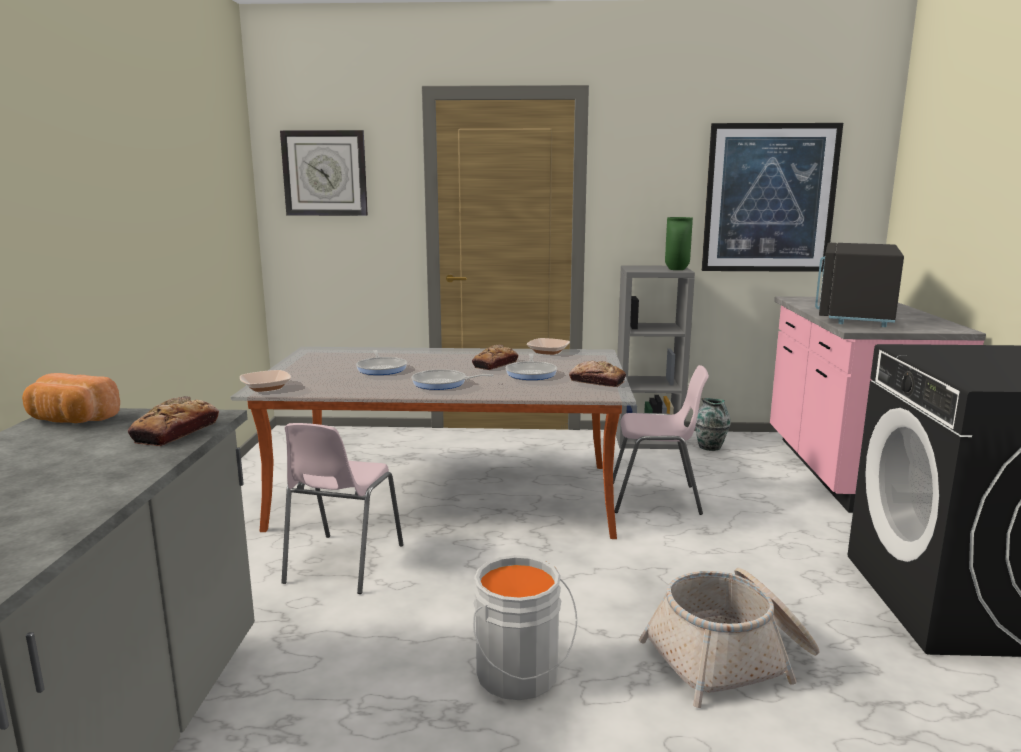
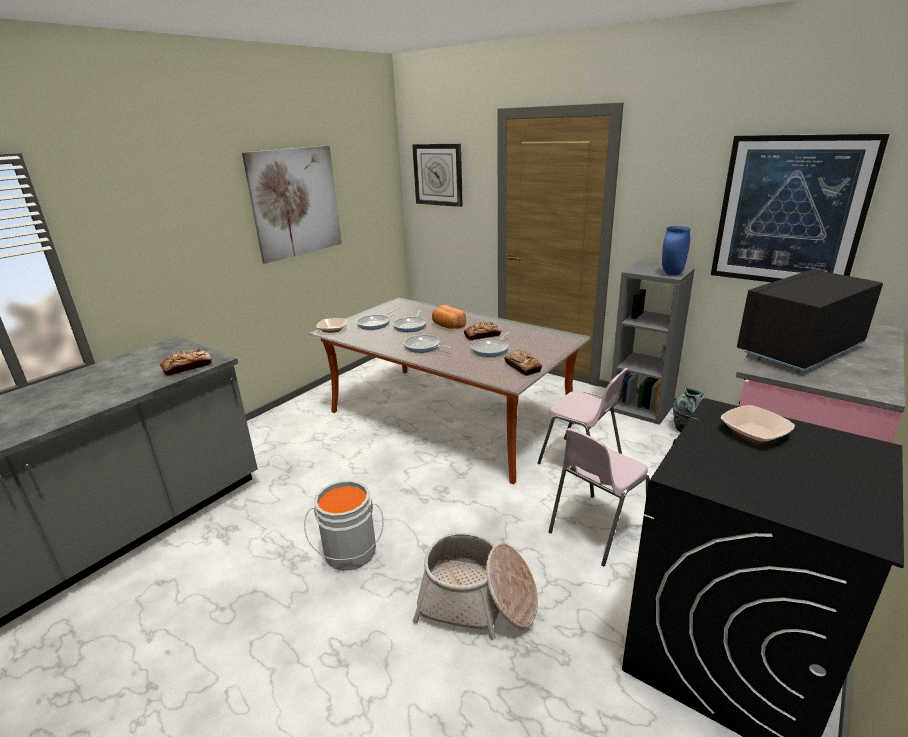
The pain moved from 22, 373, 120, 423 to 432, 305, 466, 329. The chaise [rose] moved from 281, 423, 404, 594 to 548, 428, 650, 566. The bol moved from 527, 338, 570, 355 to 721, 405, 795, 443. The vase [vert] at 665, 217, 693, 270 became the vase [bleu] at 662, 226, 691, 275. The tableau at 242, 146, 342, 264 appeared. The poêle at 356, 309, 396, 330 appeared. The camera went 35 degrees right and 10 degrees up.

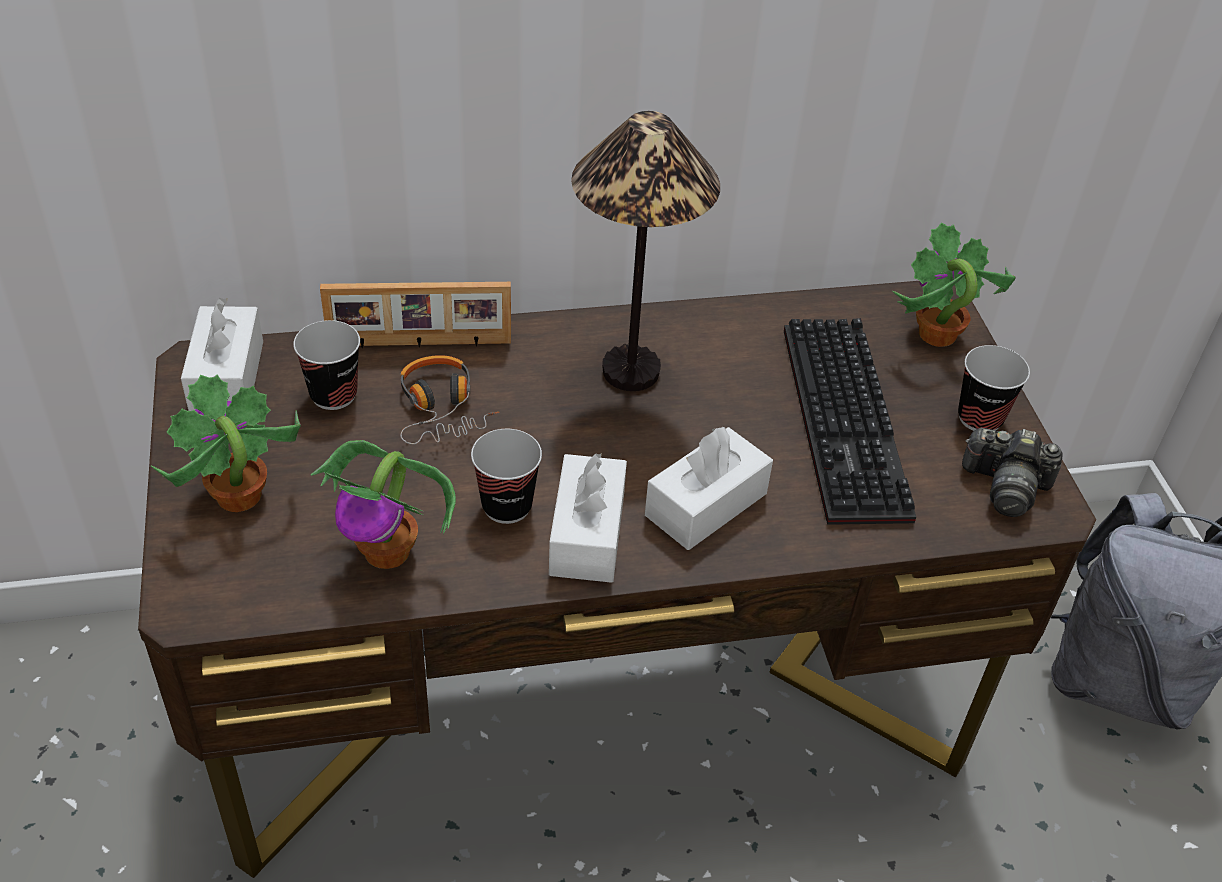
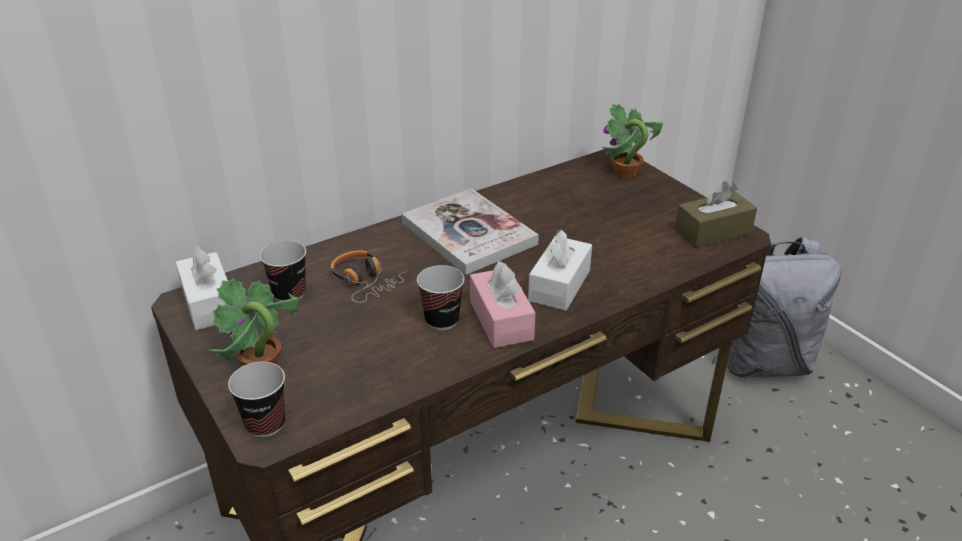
The plante en pot at 310, 440, 456, 569 disappeared. The cadre photo at 320, 282, 511, 348 disappeared. The boîte à mouchoirs [blanc] at 549, 453, 627, 583 became the boîte à mouchoirs [rose] at 470, 261, 536, 348. The lampe de table at 571, 111, 720, 391 was replaced by the livre at 402, 188, 539, 275. The clavier at 784, 318, 916, 525 disappeared. The tasse moved from 958, 345, 1030, 431 to 228, 362, 285, 437. The appareil photo at 962, 428, 1063, 517 was replaced by the boîte à mouchoirs [marron] at 675, 181, 757, 248. The camera went 20 degrees left and 10 degrees down.

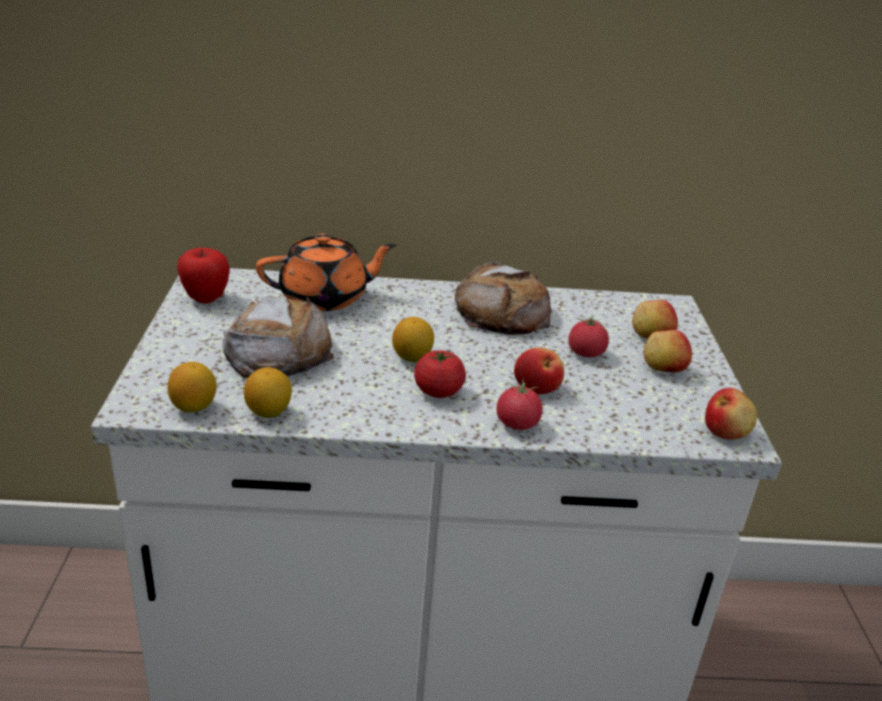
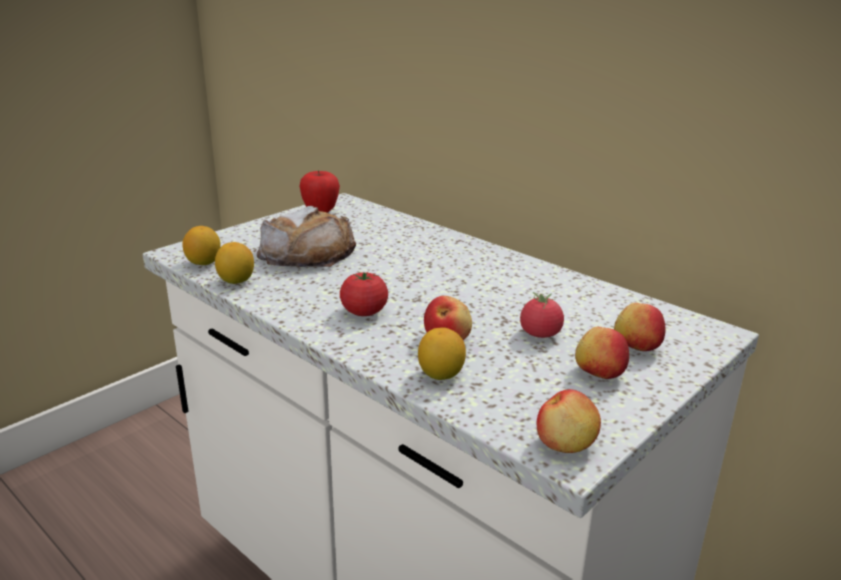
The théière [orange] at 256, 234, 396, 311 disappeared. The citron moved from 392, 317, 434, 362 to 418, 327, 466, 380. The pain at 454, 261, 551, 335 disappeared. The tomate at 497, 378, 542, 430 disappeared. The camera went 45 degrees right and 5 degrees down.

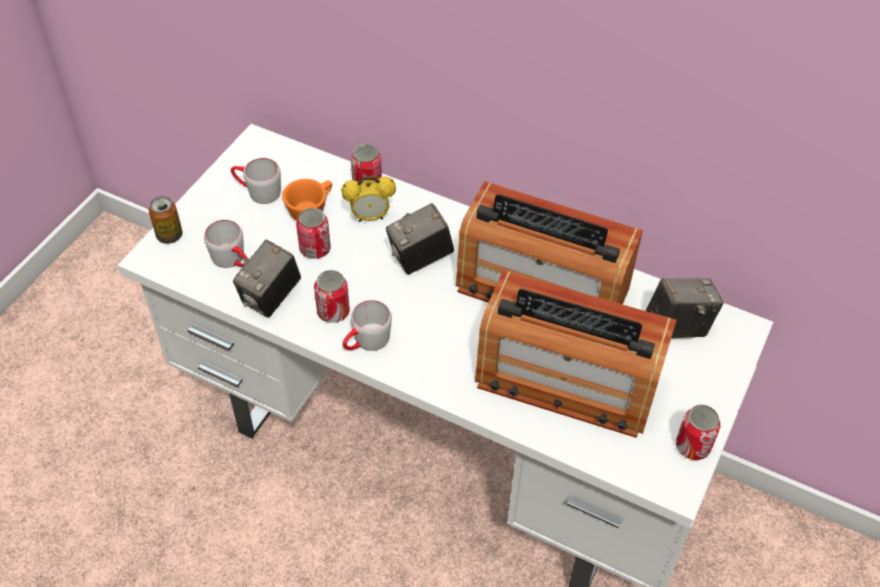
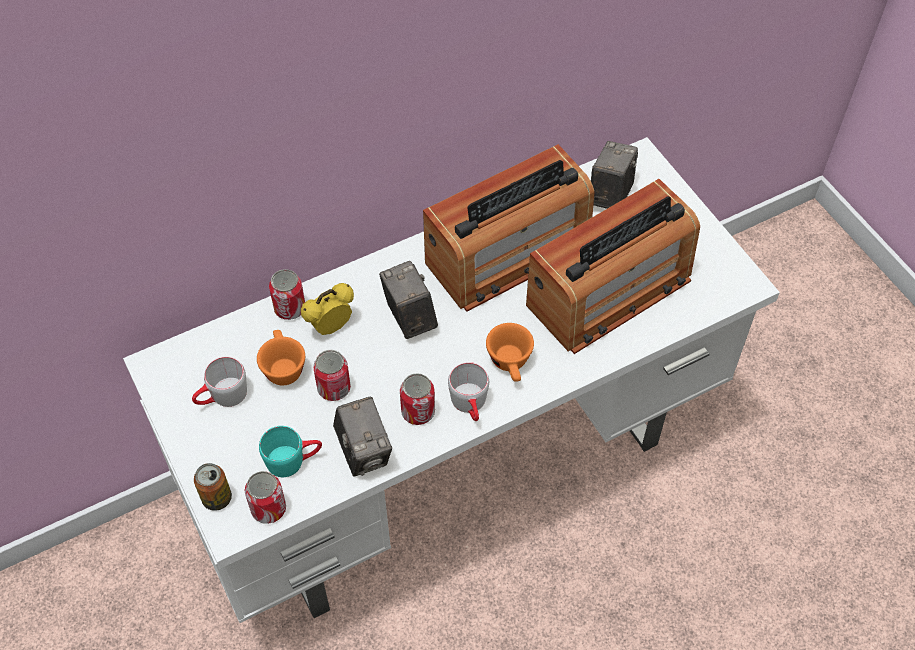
The mug [gris] at 204, 219, 247, 268 became the mug [turquoise] at 259, 426, 322, 477. The réveil at 341, 176, 396, 222 turned 150 degrees counterclockwise. The appareil photo at 386, 203, 454, 275 turned 150 degrees clockwise. The boîte métallique moved from 676, 405, 720, 460 to 245, 471, 286, 524. The tasse [orange] at 486, 323, 534, 382 appeared. The camera went 55 degrees left and 5 degrees up.

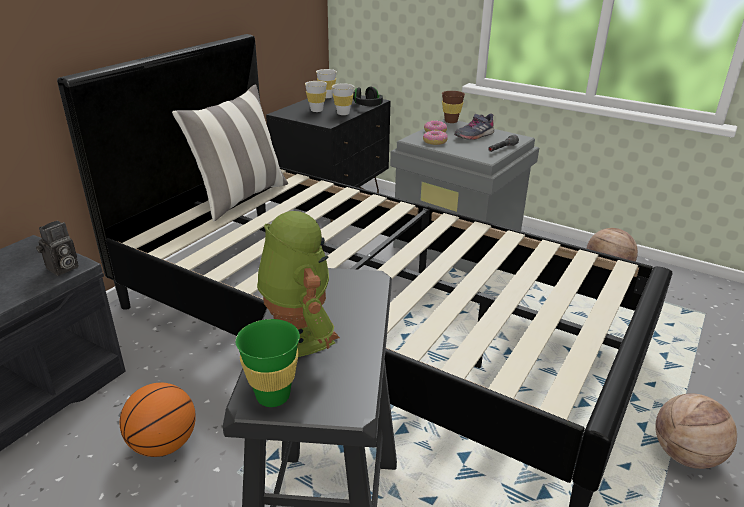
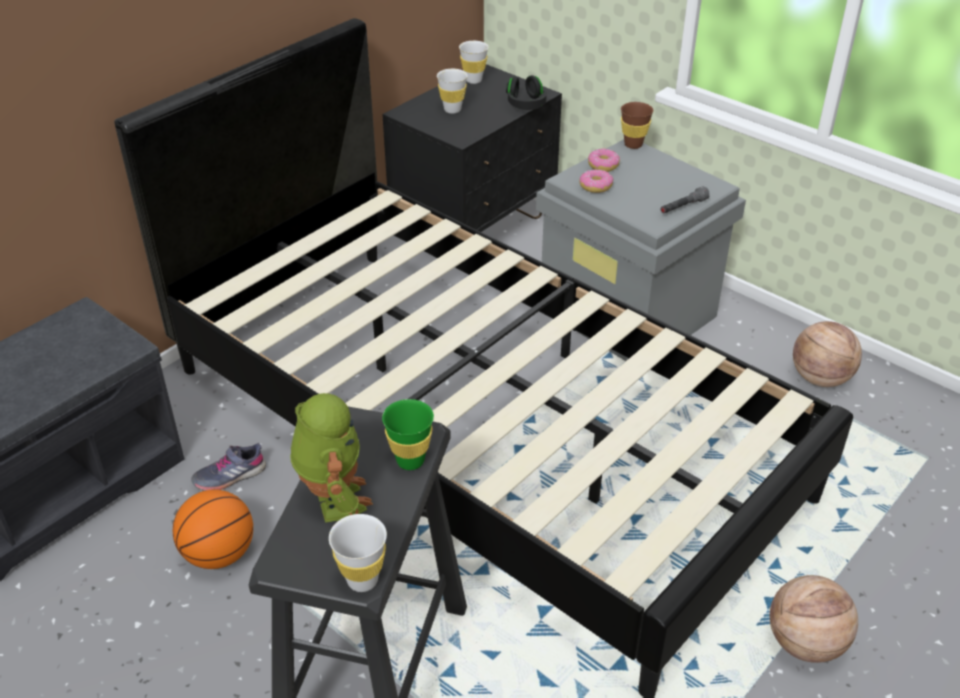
The appareil photo at 36, 221, 79, 276 disappeared. The coussin at 172, 84, 288, 221 disappeared. The tasse [vert] moved from 235, 319, 300, 407 to 382, 399, 434, 470. The tasse [blanc] moved from 332, 83, 354, 115 to 329, 514, 387, 592. The chaussure [gris] moved from 454, 114, 494, 140 to 191, 443, 266, 491. The camera went 10 degrees right and 10 degrees up.

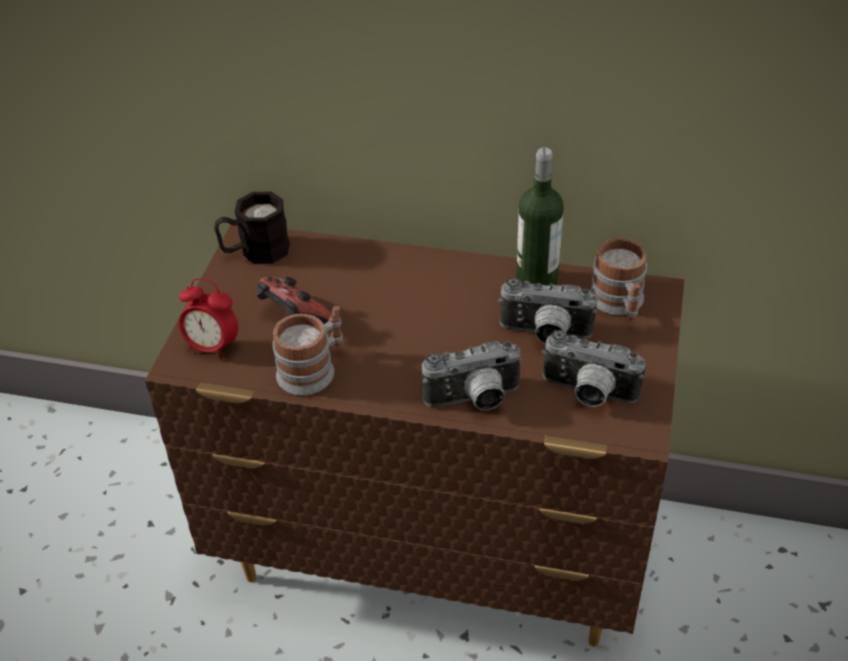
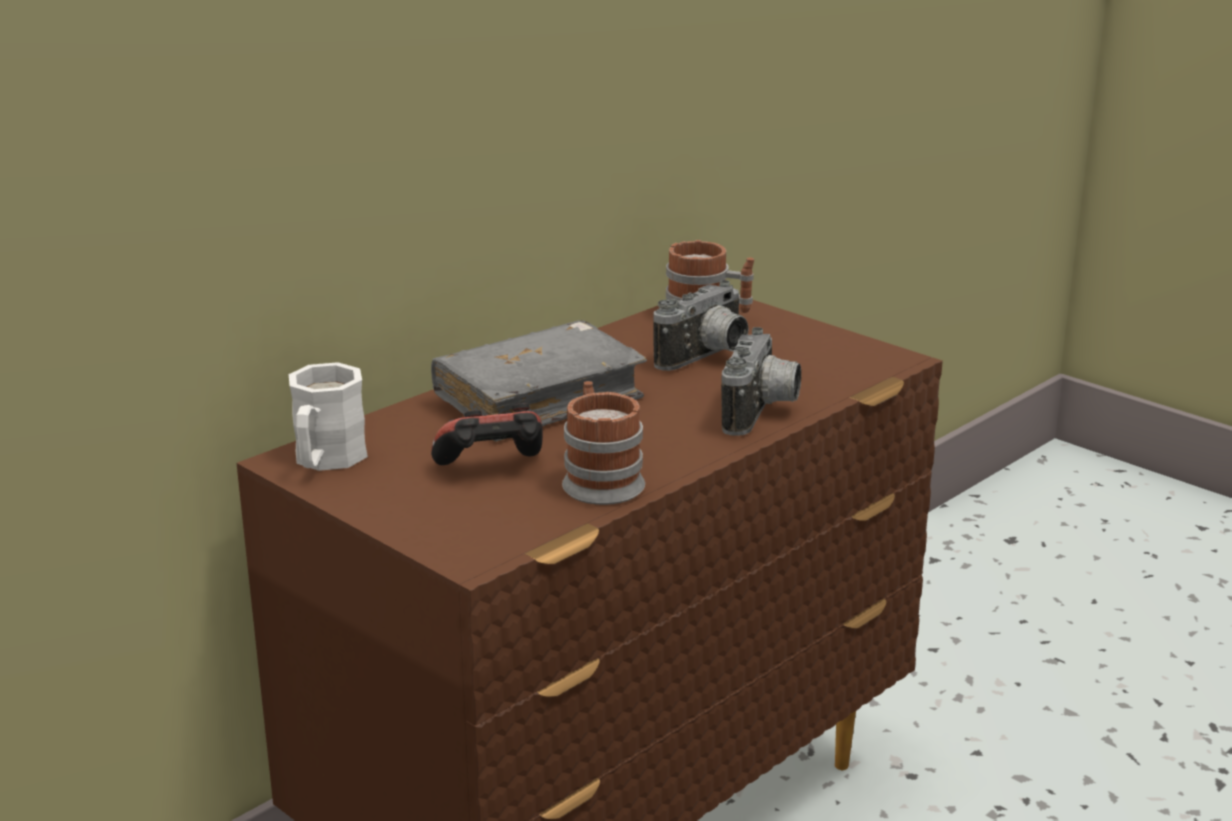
The réveil at 179, 278, 238, 360 disappeared. The mug [noir] at 214, 192, 290, 264 became the mug [blanc] at 289, 362, 368, 471. The bouteille at 516, 147, 564, 286 disappeared. The appareil photo at 542, 330, 646, 407 disappeared. The livre [gris] at 431, 320, 647, 442 appeared. The camera went 60 degrees left and 20 degrees down.

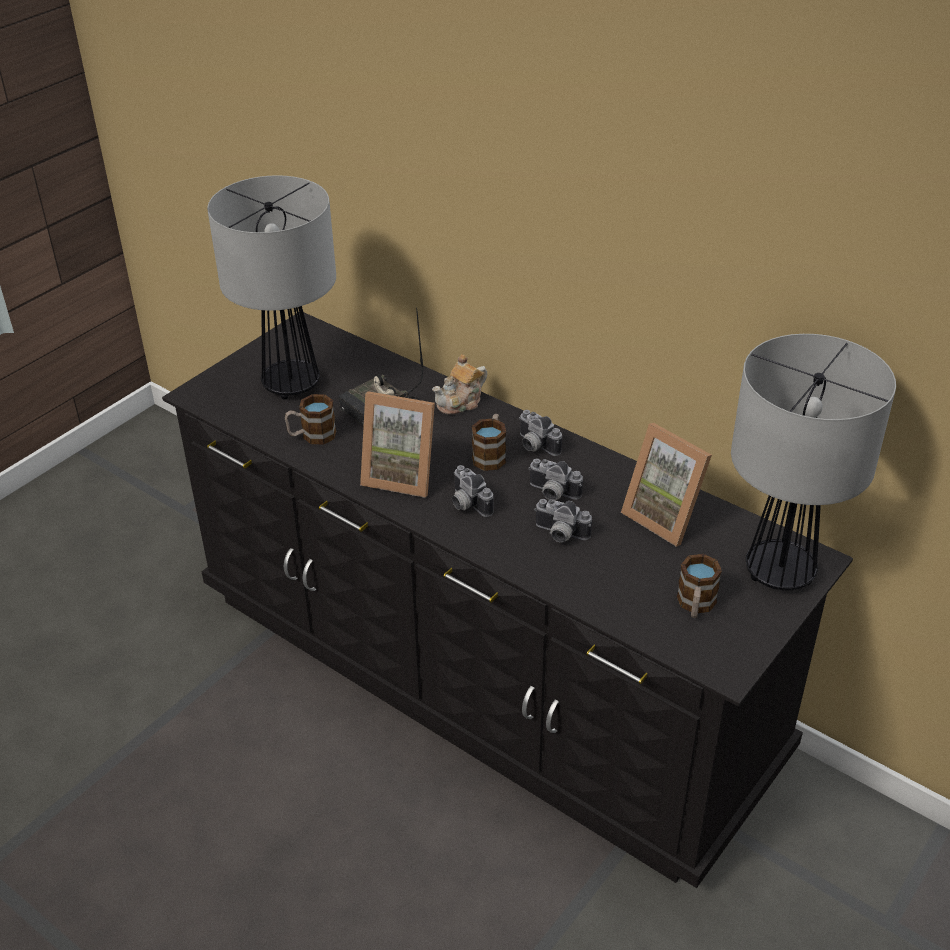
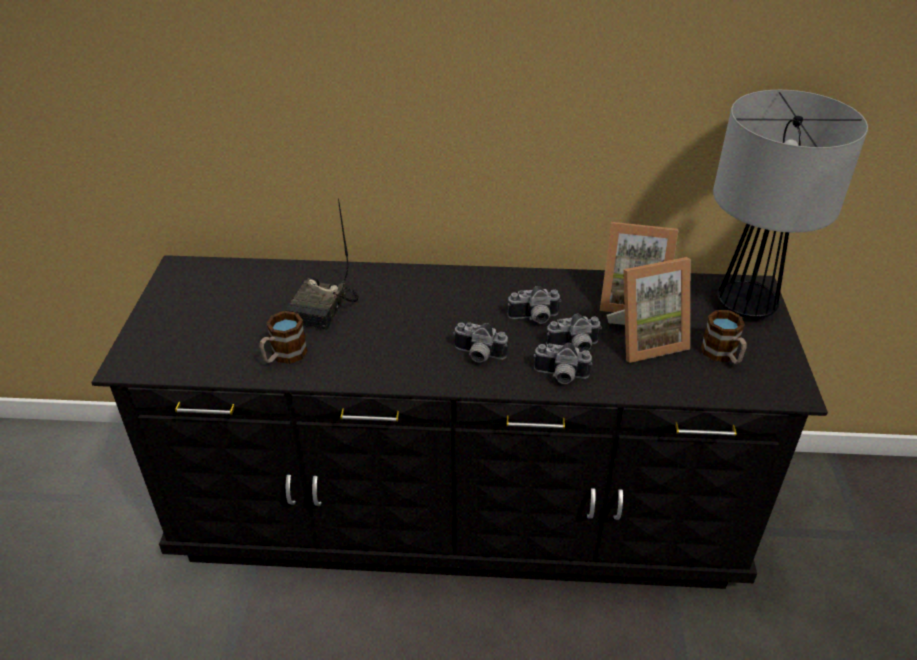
The lampe de table at 207, 175, 336, 400 disappeared. The cadre photo moved from 360, 391, 435, 498 to 607, 257, 690, 363. The théière at 432, 354, 487, 415 disappeared. The mug at 472, 414, 506, 471 disappeared. The appareil photo moved from 519, 410, 562, 456 to 533, 343, 592, 384. The camera went 35 degrees left and 0 degrees up.

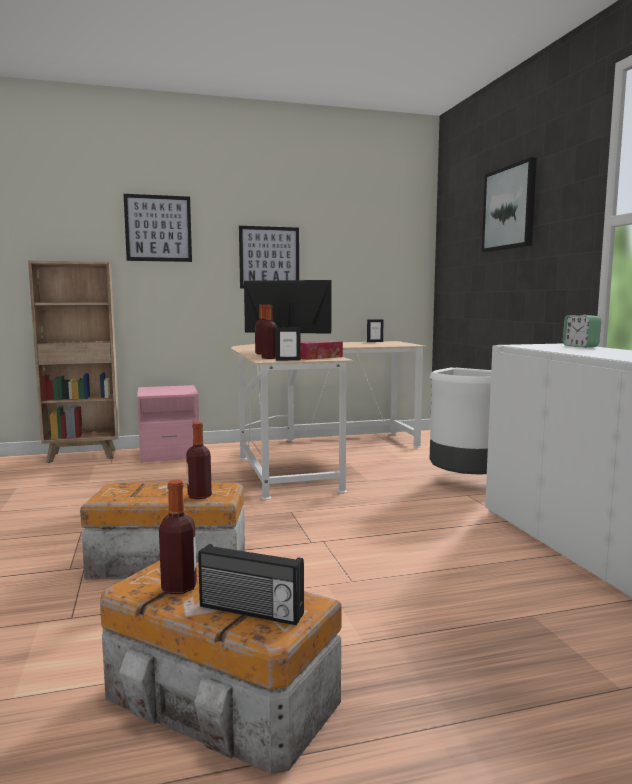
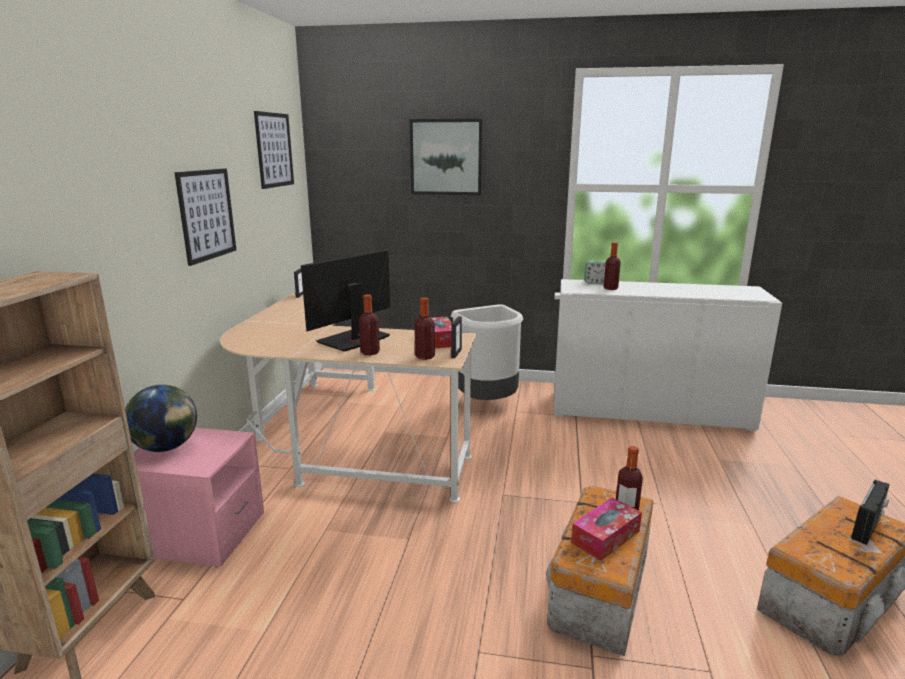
The tableau moved from 124, 194, 192, 262 to 254, 111, 294, 189. The bouteille moved from 159, 480, 197, 594 to 604, 242, 621, 290. The globe at 125, 385, 197, 452 appeared. The boîte à mouchoirs at 571, 497, 642, 561 appeared. The camera went 65 degrees left and 10 degrees up.

